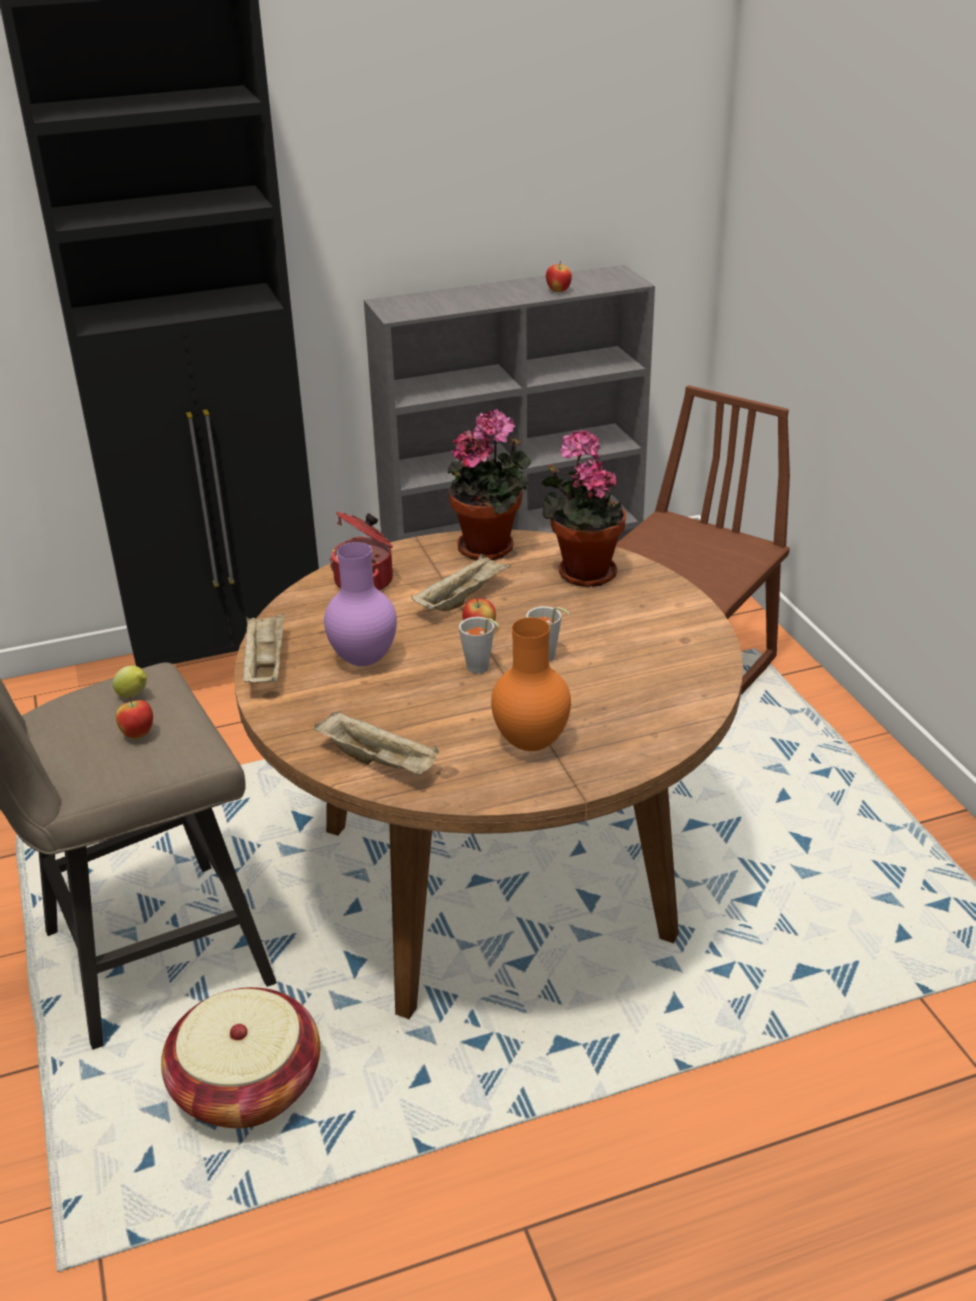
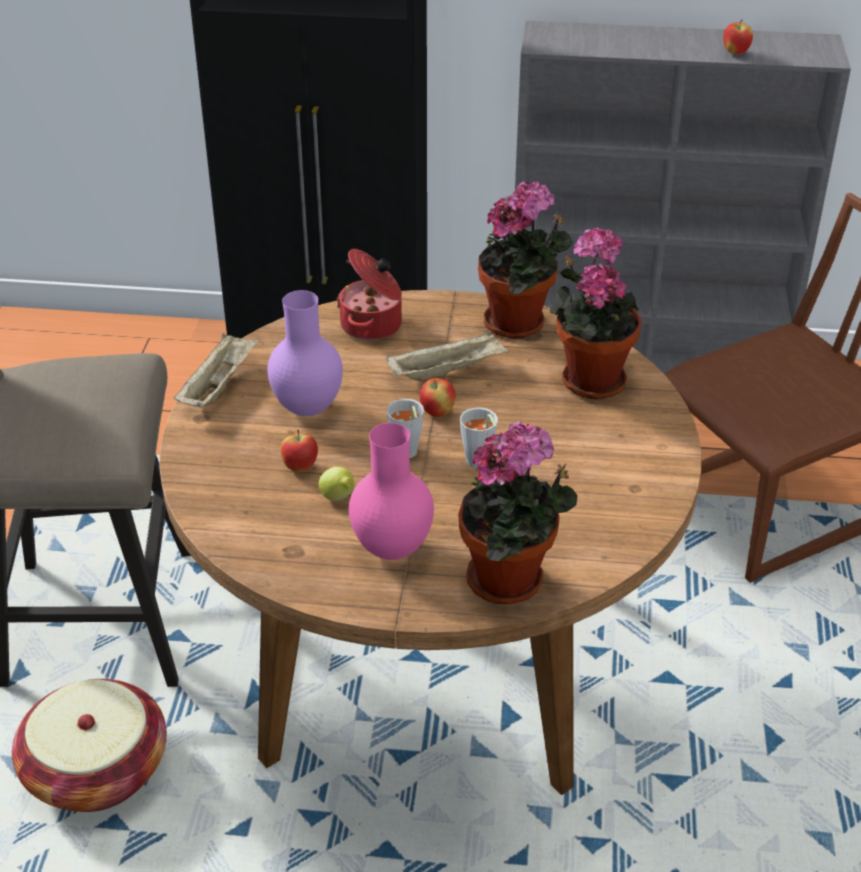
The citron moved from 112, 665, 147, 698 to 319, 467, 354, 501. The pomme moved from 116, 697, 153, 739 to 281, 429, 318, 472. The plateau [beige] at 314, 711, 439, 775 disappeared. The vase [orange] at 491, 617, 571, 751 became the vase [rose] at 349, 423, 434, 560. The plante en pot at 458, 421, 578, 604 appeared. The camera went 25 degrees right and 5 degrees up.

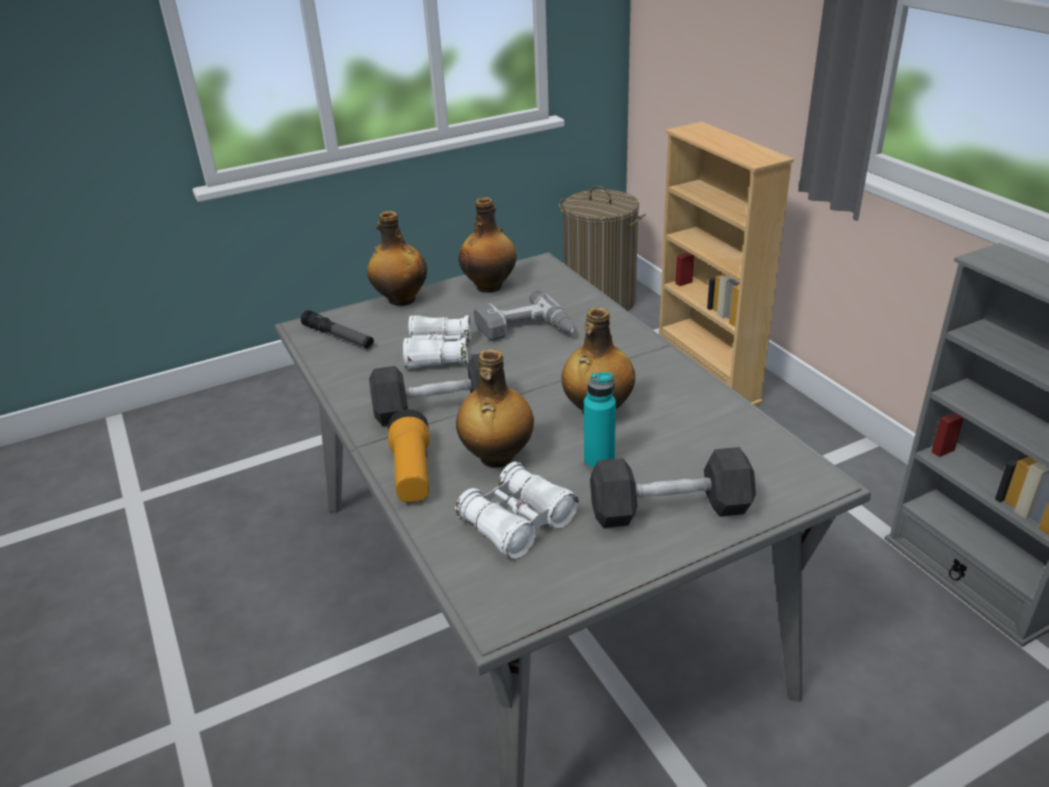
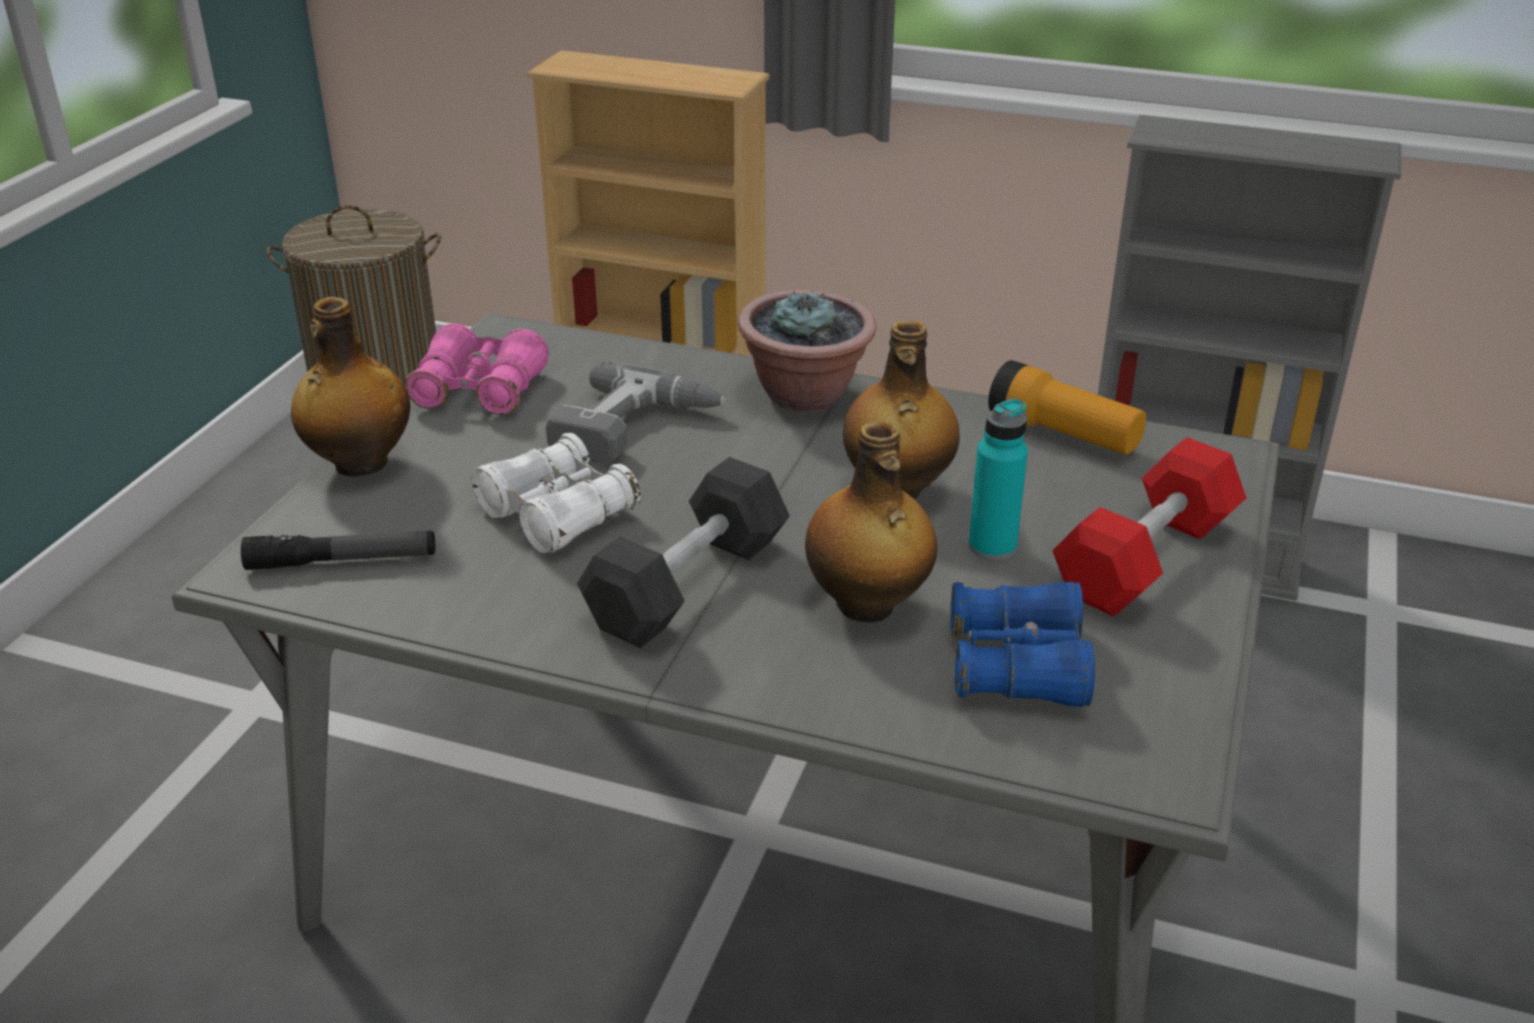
The lampe de poche moved from 388, 409, 429, 502 to 988, 360, 1146, 455. The jumelles [blanc] at 455, 461, 579, 559 became the jumelles [bleu] at 951, 582, 1095, 707. The bouteille at 459, 197, 517, 293 was replaced by the jumelles [rose] at 405, 323, 549, 415. The haltère [noir] at 590, 447, 756, 528 became the haltère [rouge] at 1052, 437, 1246, 617. The plante en pot at 738, 290, 876, 412 appeared. The camera went 45 degrees left and 0 degrees up.

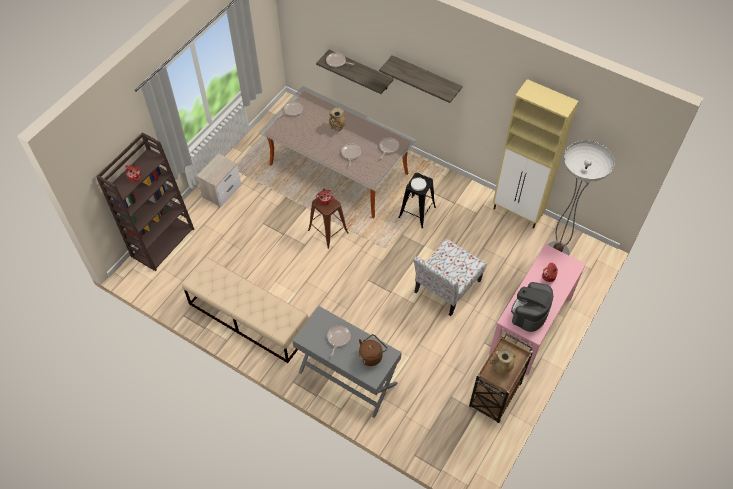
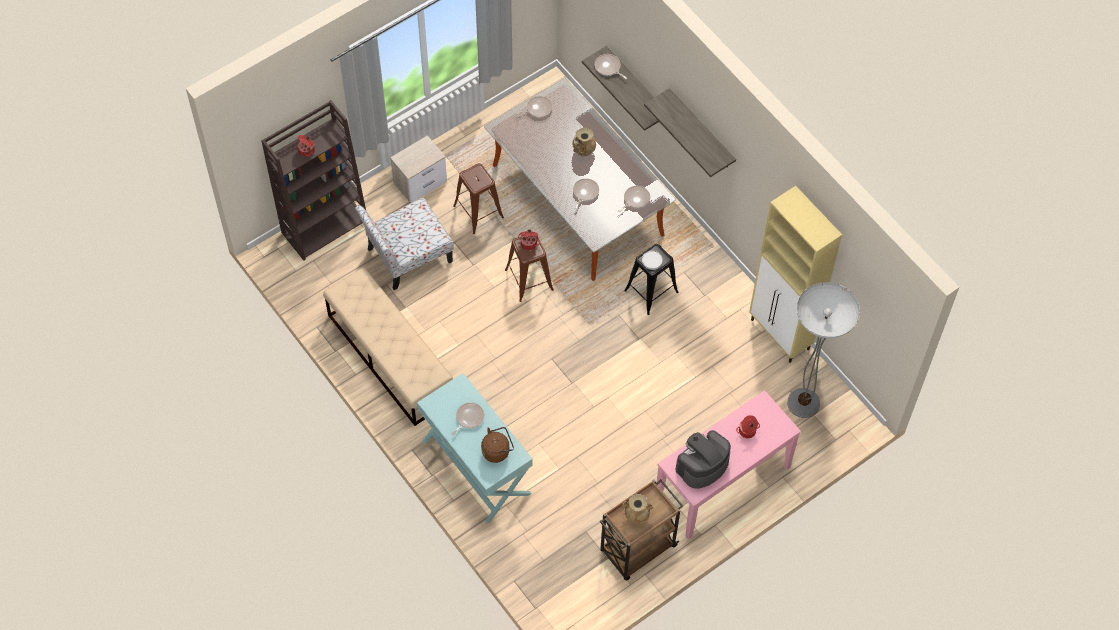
The table console [gris] at 292, 306, 402, 418 became the table console [turquoise] at 417, 373, 533, 523. The chaise moved from 413, 239, 486, 316 to 355, 198, 454, 290. The tabouret [marron] at 453, 163, 504, 234 appeared. The camera went 20 degrees right and 5 degrees up.

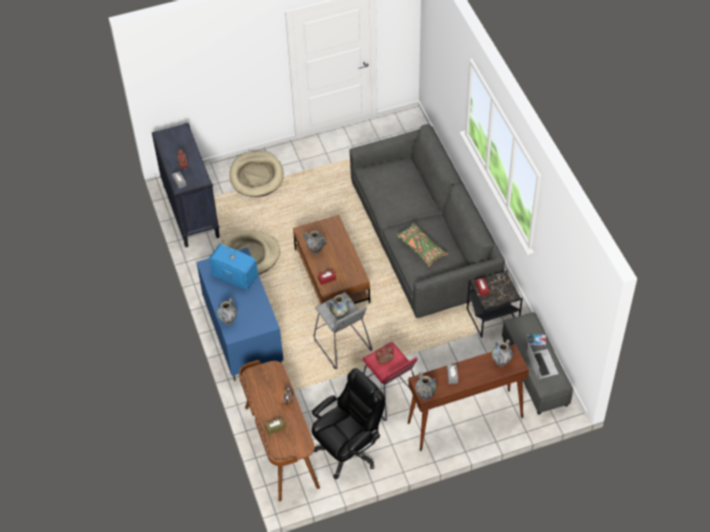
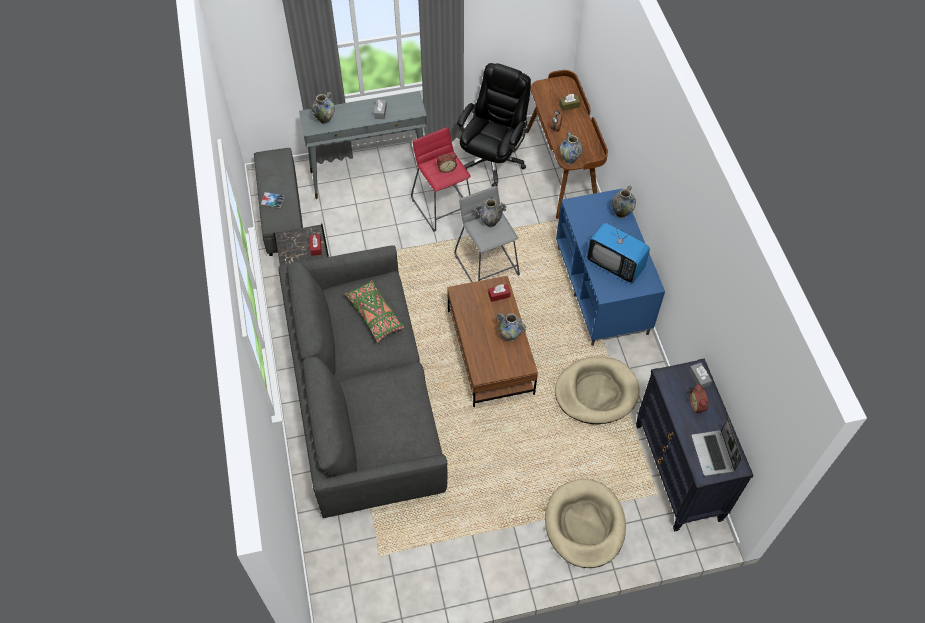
The chaise de bureau [noir] at 312, 368, 385, 479 turned 150 degrees clockwise. The table console [marron] at 408, 344, 529, 451 became the table console [gris] at 299, 91, 427, 199. The vase moved from 415, 372, 437, 400 to 560, 131, 583, 165. The ordinateur portable moved from 527, 342, 559, 380 to 691, 417, 742, 476. The camera went 175 degrees left and 5 degrees up.

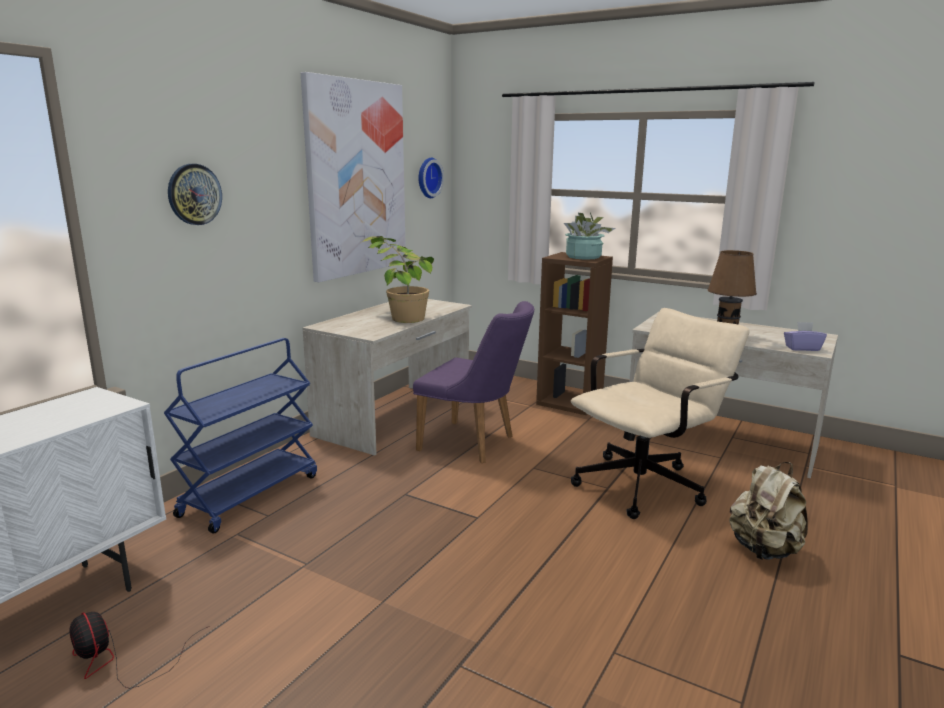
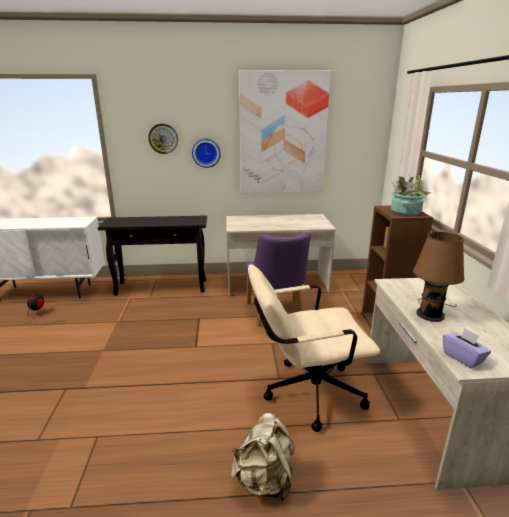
The chariot [bleu] at 164, 338, 317, 533 was replaced by the table console [noir] at 98, 215, 207, 295. The plante en pot at 362, 236, 434, 323 disappeared. The horloge murale moved from 418, 158, 444, 198 to 192, 139, 221, 168. The chaise de bureau [beige] at 571, 308, 750, 519 turned 150 degrees clockwise. The camera went 55 degrees right and 5 degrees up.

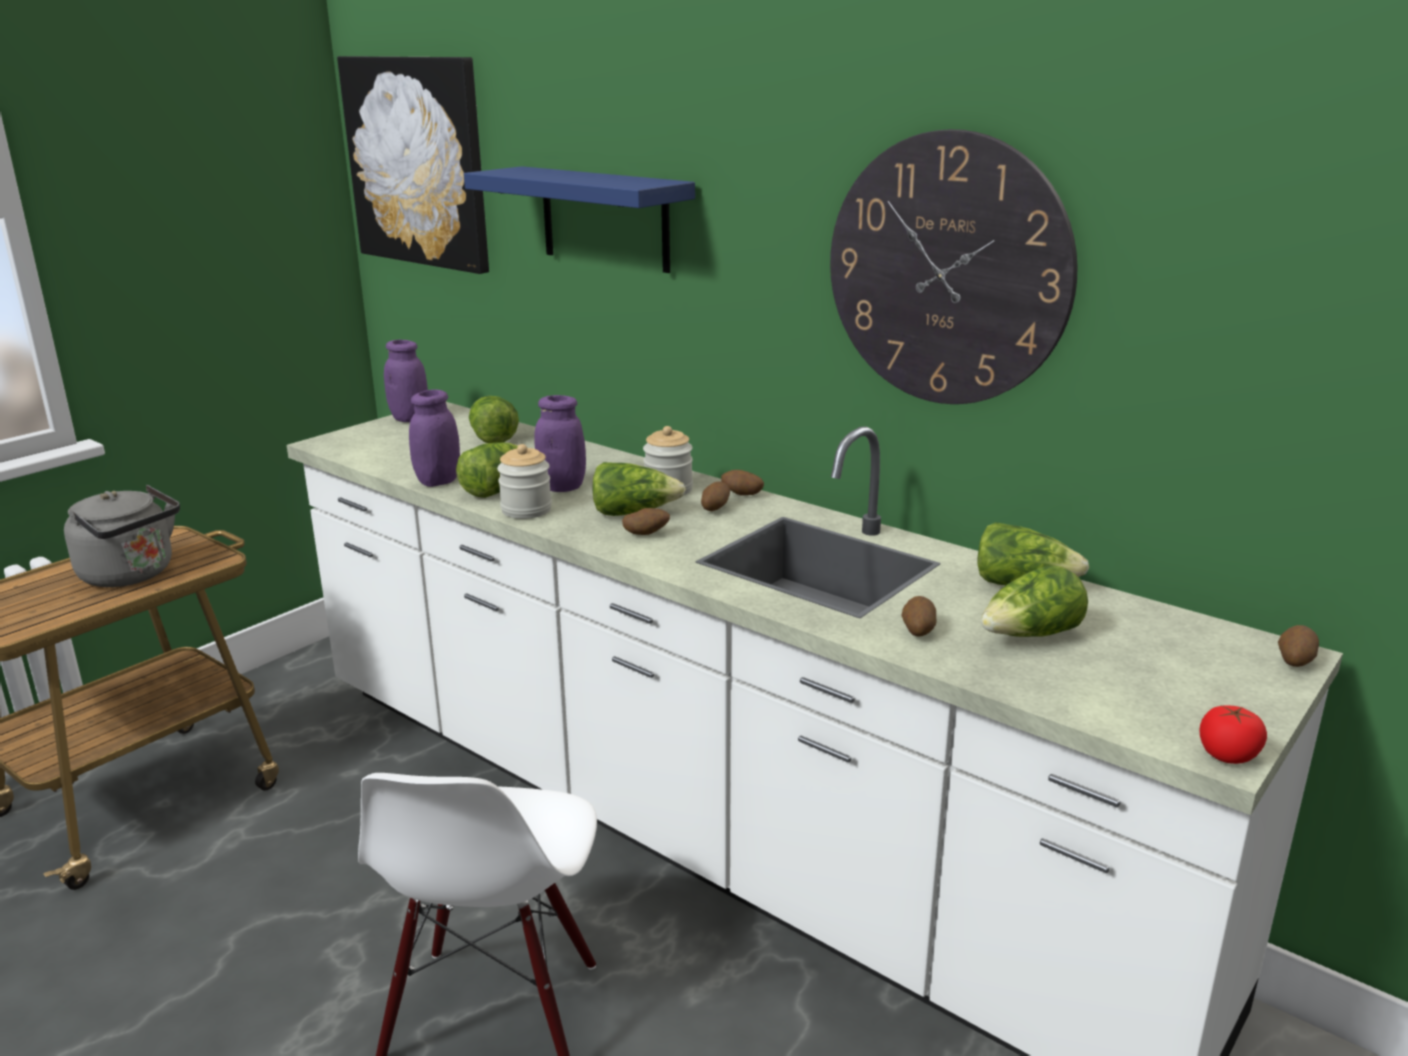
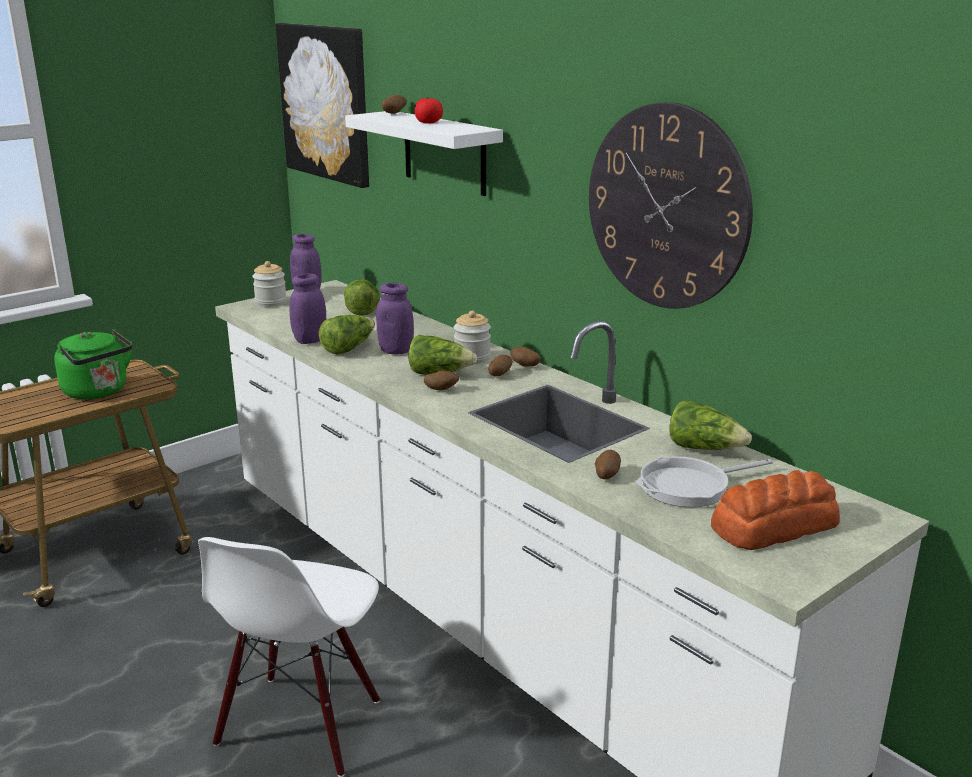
The bouilloire [gris] at 64, 485, 180, 587 became the bouilloire [vert] at 54, 329, 132, 399. The étagère [bleu] at 464, 166, 695, 273 became the étagère [blanc] at 345, 111, 503, 196. The bocal moved from 497, 444, 552, 519 to 252, 261, 287, 307. The laitue at 981, 566, 1088, 637 was replaced by the poêle at 636, 456, 773, 507. The tomate moved from 1199, 706, 1267, 764 to 415, 97, 443, 124. The pomme de terre moved from 1278, 625, 1319, 667 to 382, 95, 407, 114. The pain at 711, 470, 840, 550 appeared. The camera went 10 degrees right and 0 degrees up.

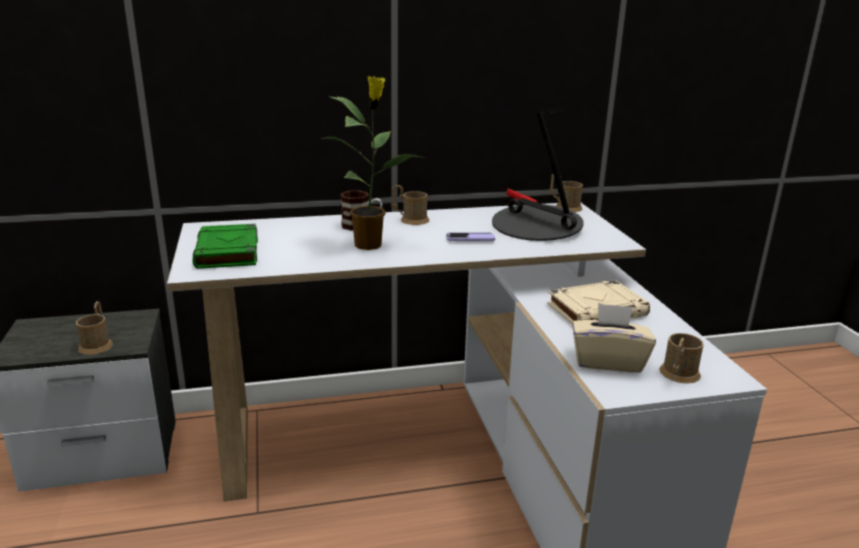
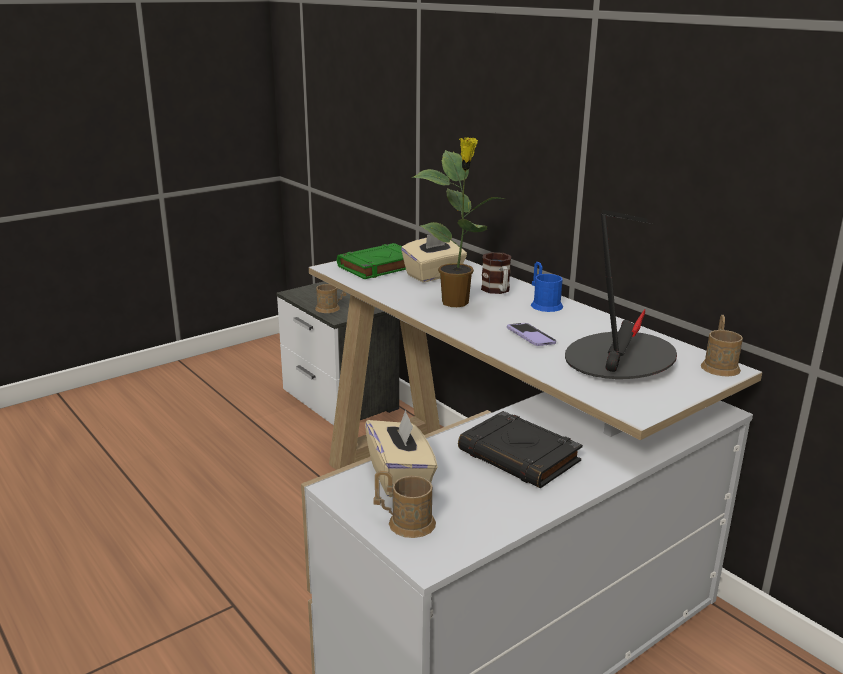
The mug [marron] at 391, 185, 429, 225 became the mug [bleu] at 531, 262, 563, 312. The livre [beige] at 547, 280, 650, 324 became the livre [noir] at 458, 411, 583, 488. The boîte à mouchoirs [beige] at 401, 235, 467, 282 appeared. The camera went 65 degrees right and 0 degrees up.

